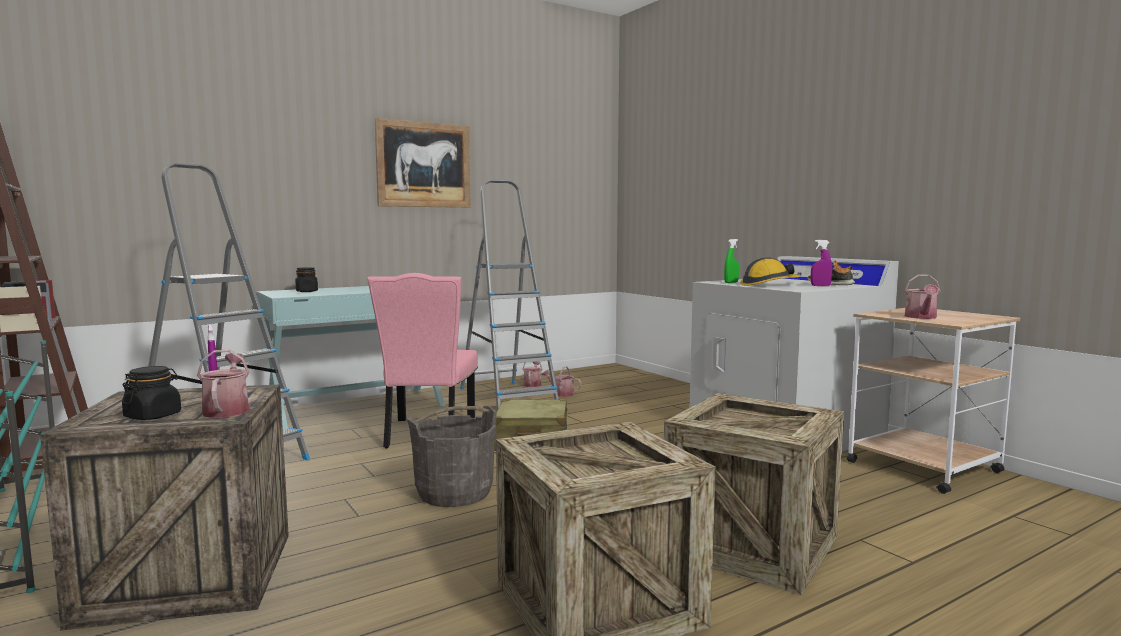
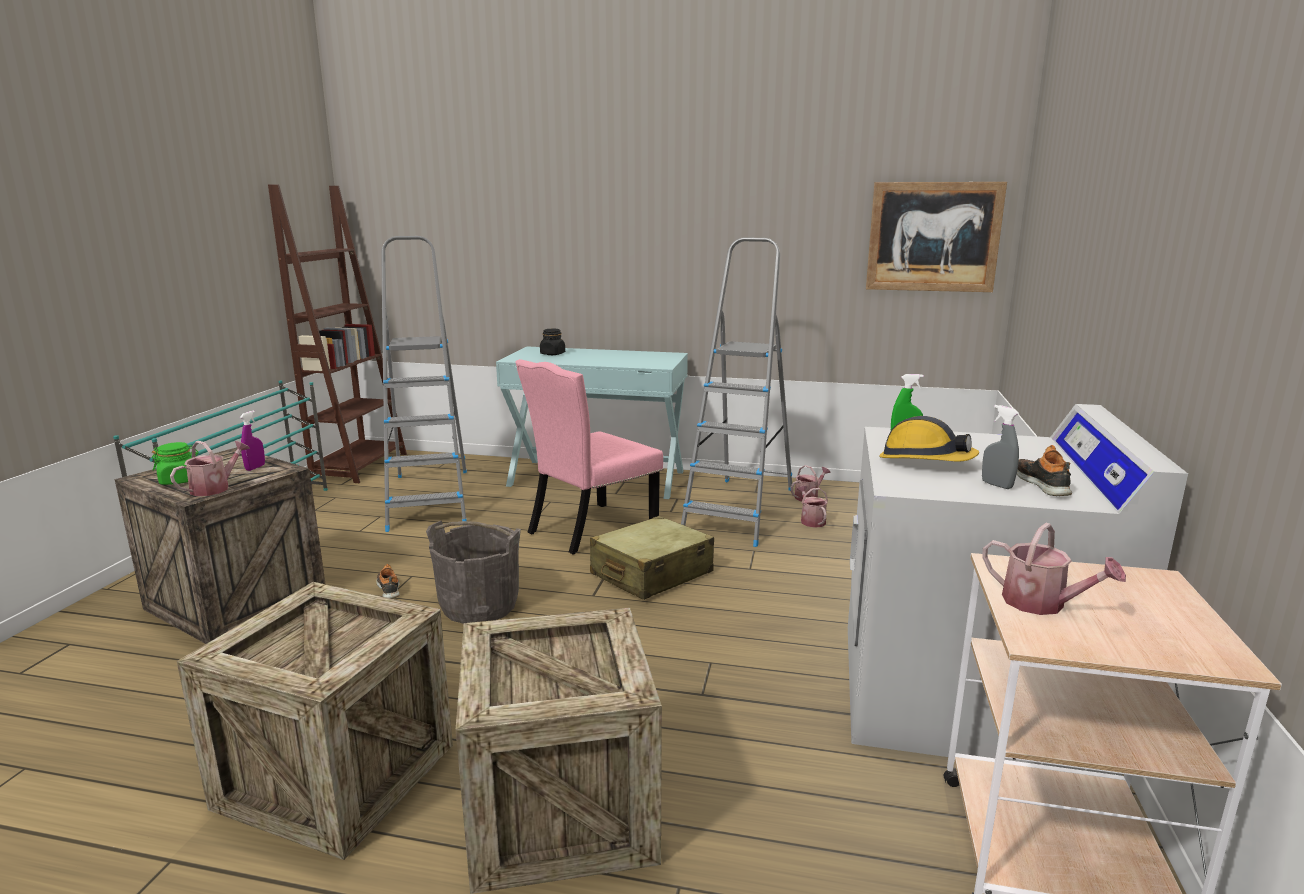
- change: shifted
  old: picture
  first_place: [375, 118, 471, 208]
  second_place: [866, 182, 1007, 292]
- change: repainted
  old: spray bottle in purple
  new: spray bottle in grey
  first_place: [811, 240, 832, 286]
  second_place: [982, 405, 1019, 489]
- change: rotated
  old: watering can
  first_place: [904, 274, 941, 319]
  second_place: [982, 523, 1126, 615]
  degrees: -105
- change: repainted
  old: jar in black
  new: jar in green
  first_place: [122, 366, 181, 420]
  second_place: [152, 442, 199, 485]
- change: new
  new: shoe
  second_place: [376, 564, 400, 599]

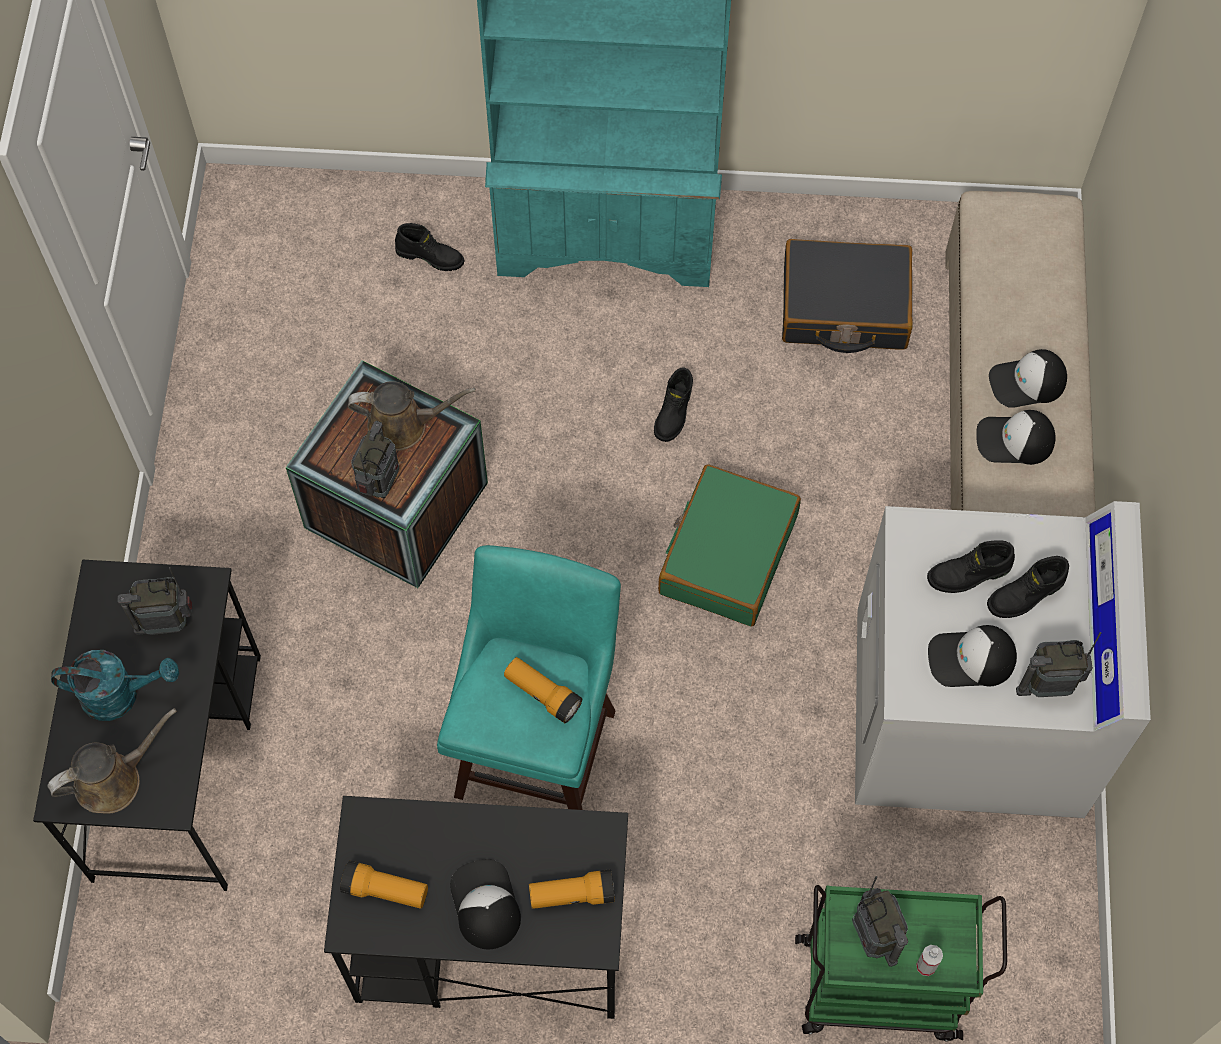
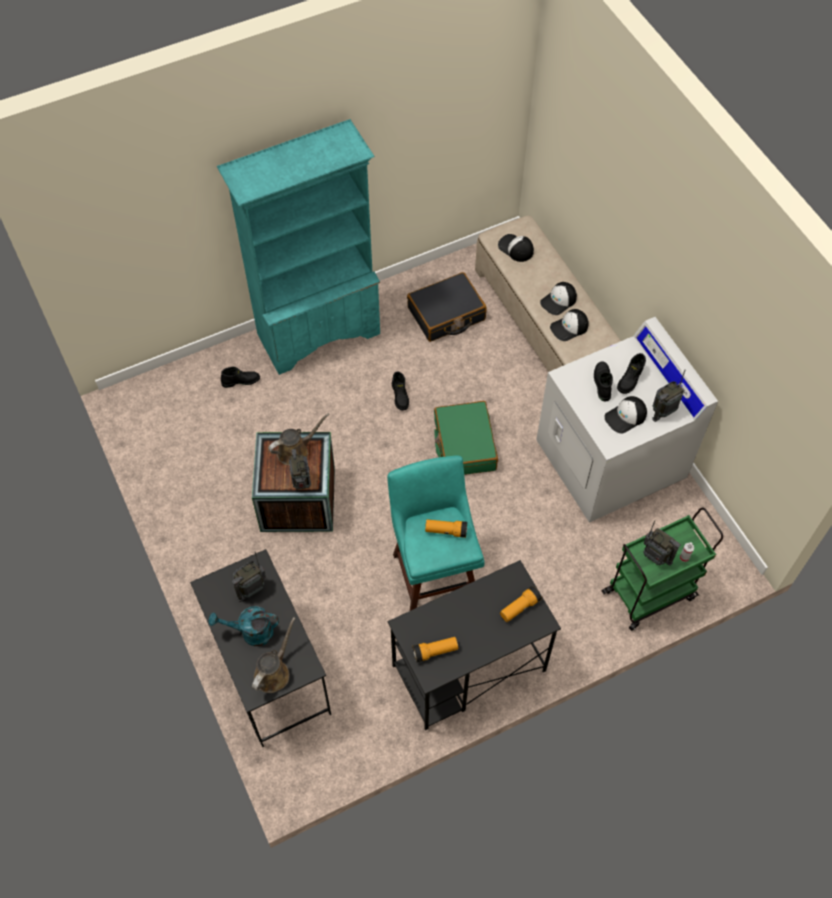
- change: rotated
  old: boot in black
  first_place: [927, 540, 1015, 593]
  second_place: [594, 361, 613, 401]
  degrees: 135
- change: rotated
  old: watering can in turquoise
  first_place: [51, 650, 179, 721]
  second_place: [208, 606, 279, 646]
  degrees: -150
- change: shifted
  old: cap
  first_place: [450, 859, 521, 949]
  second_place: [498, 234, 534, 262]

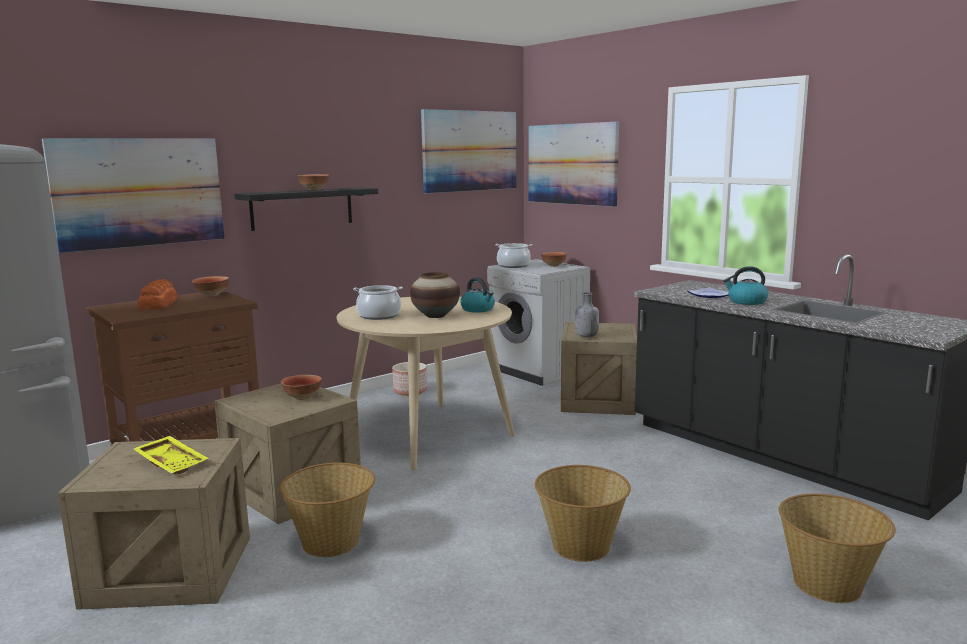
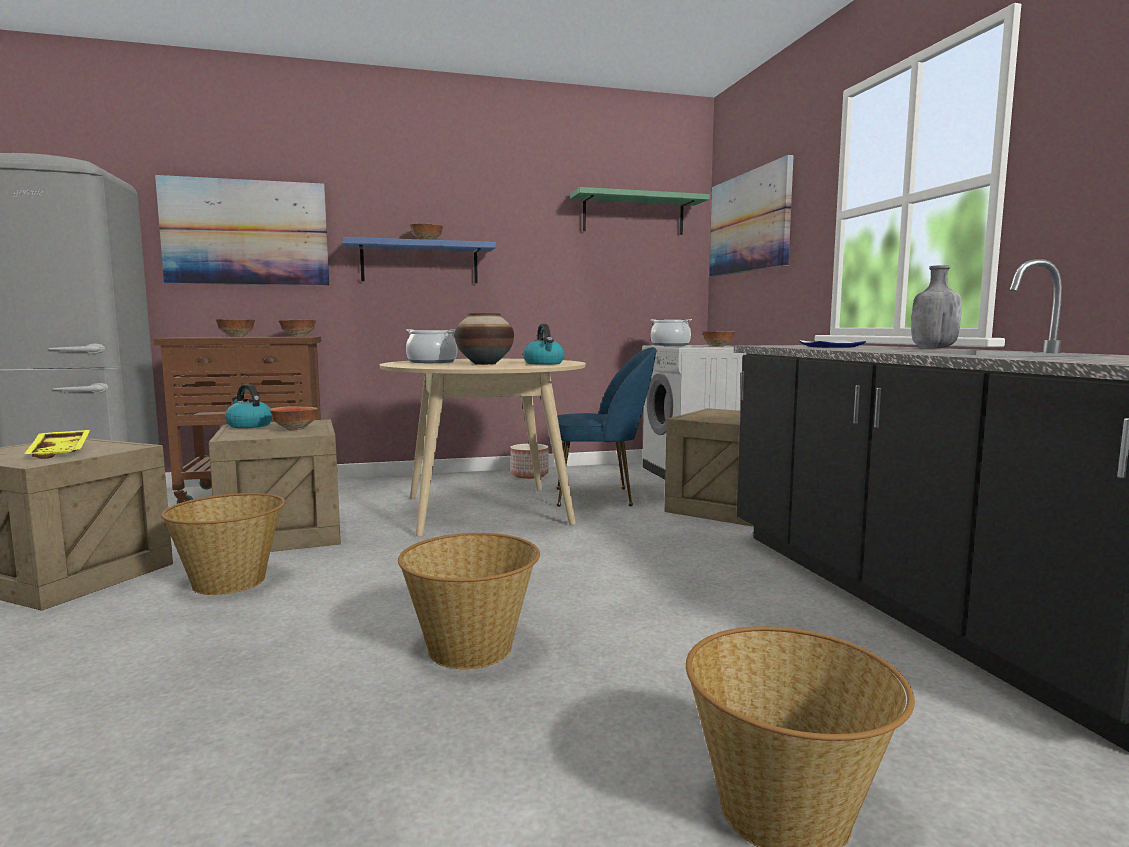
- change: swapped
  old: picture
  new: shelf in green
  first_place: [421, 109, 516, 193]
  second_place: [570, 187, 710, 235]
- change: repainted
  old: shelf in black
  new: shelf in blue
  first_place: [234, 187, 378, 231]
  second_place: [342, 237, 496, 283]
- change: shifted
  old: kettle
  first_place: [723, 266, 768, 305]
  second_place: [225, 384, 272, 428]
- change: swapped
  old: bread
  new: bowl
  first_place: [137, 279, 178, 310]
  second_place: [215, 319, 255, 337]
- change: shifted
  old: bottle in grey
  first_place: [575, 292, 599, 338]
  second_place: [911, 265, 962, 349]
- change: new
  new: chair in blue
  second_place: [557, 347, 656, 507]

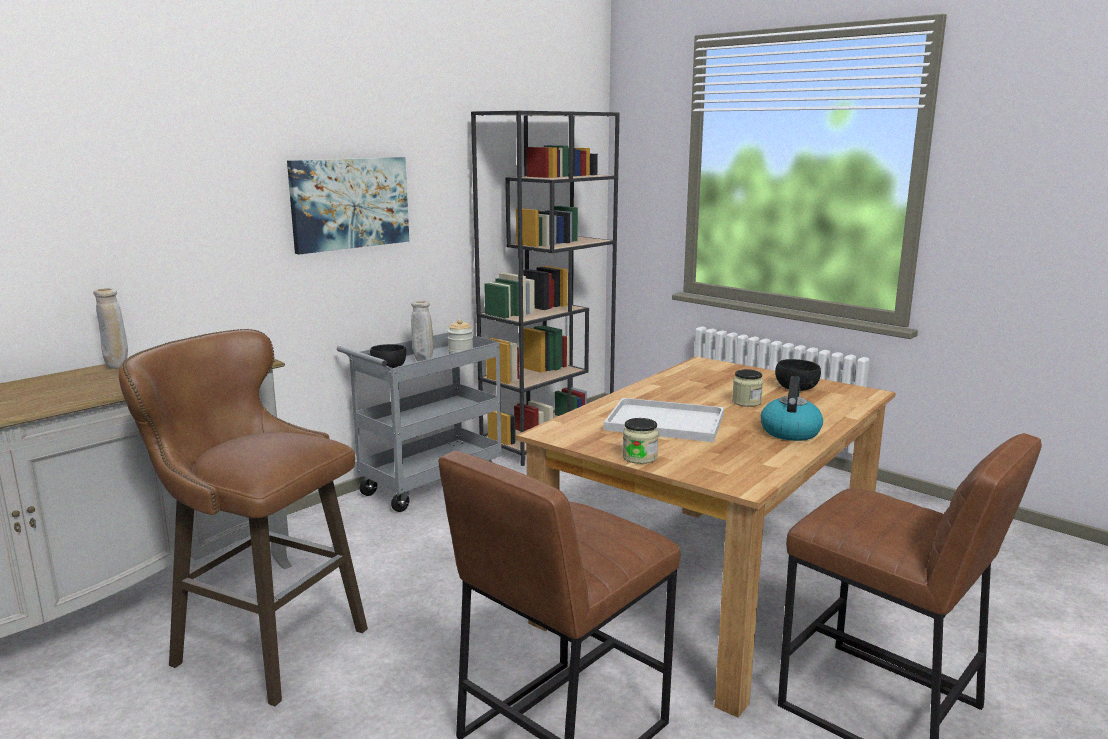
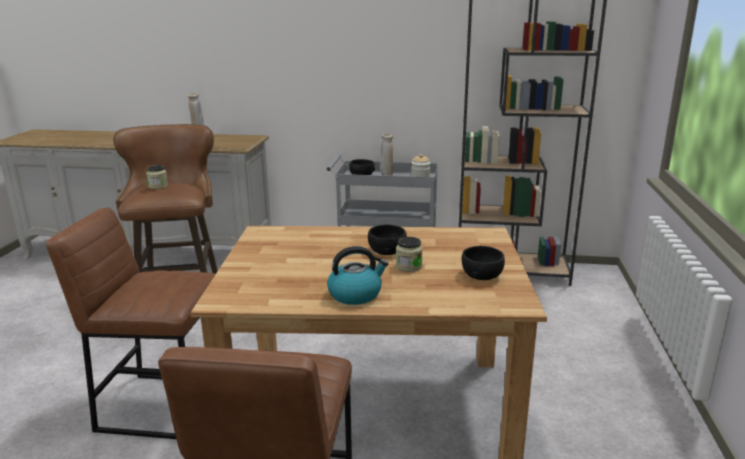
- change: gone
  old: picture
  first_place: [287, 157, 409, 254]
- change: gone
  old: tray in white
  first_place: [604, 398, 724, 442]
- change: shifted
  old: jar
  first_place: [622, 418, 658, 464]
  second_place: [146, 165, 168, 189]
- change: new
  new: bowl in black
  second_place: [368, 225, 407, 255]

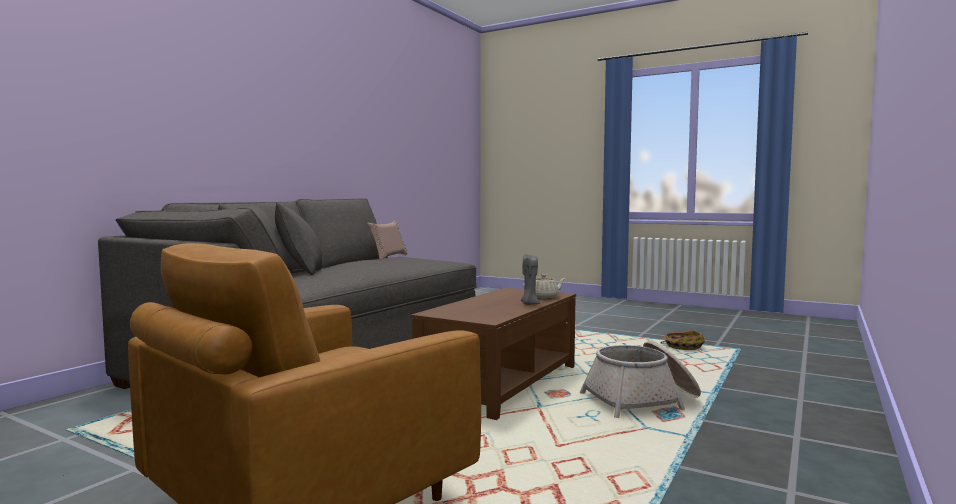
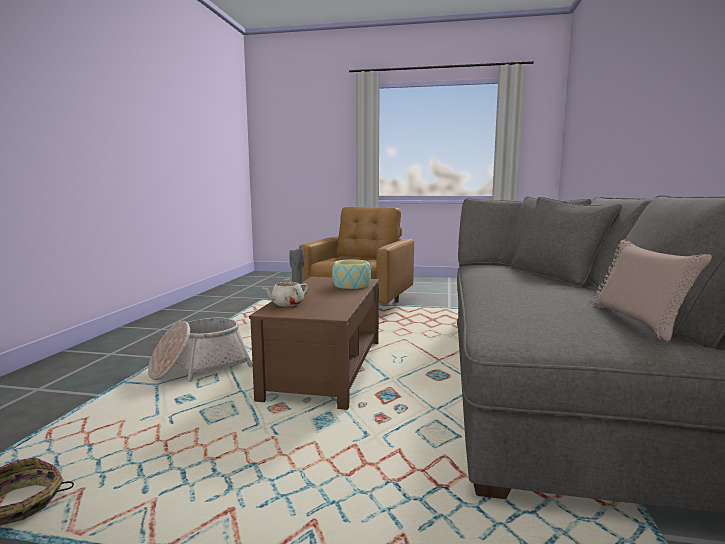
- change: new
  new: bowl
  second_place: [332, 259, 371, 289]

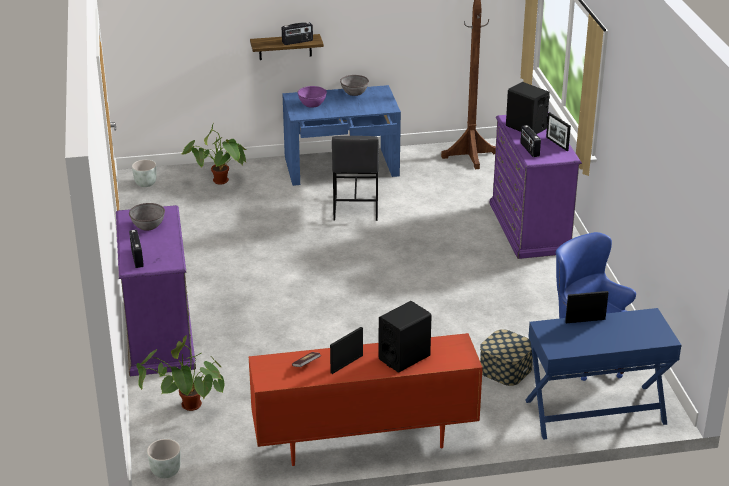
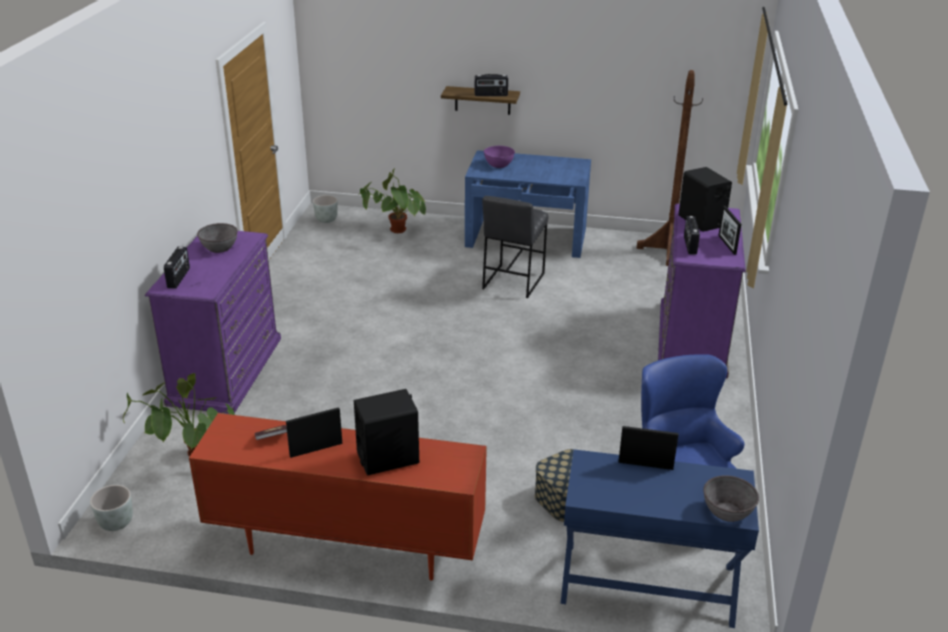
- change: shifted
  old: bowl in grey
  first_place: [340, 75, 369, 96]
  second_place: [703, 475, 759, 522]

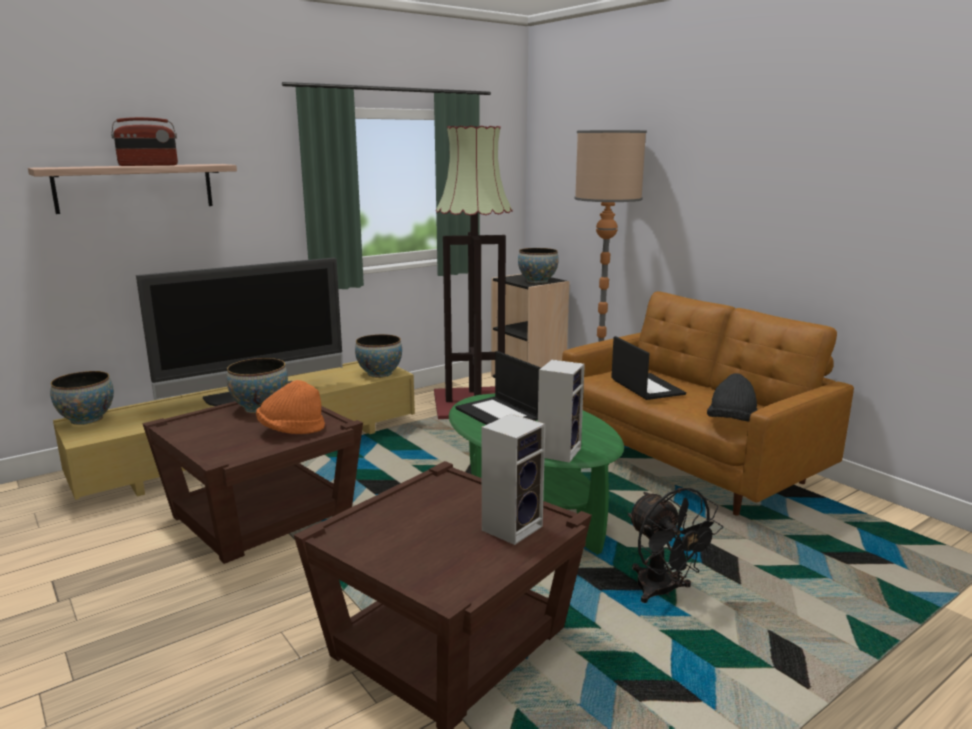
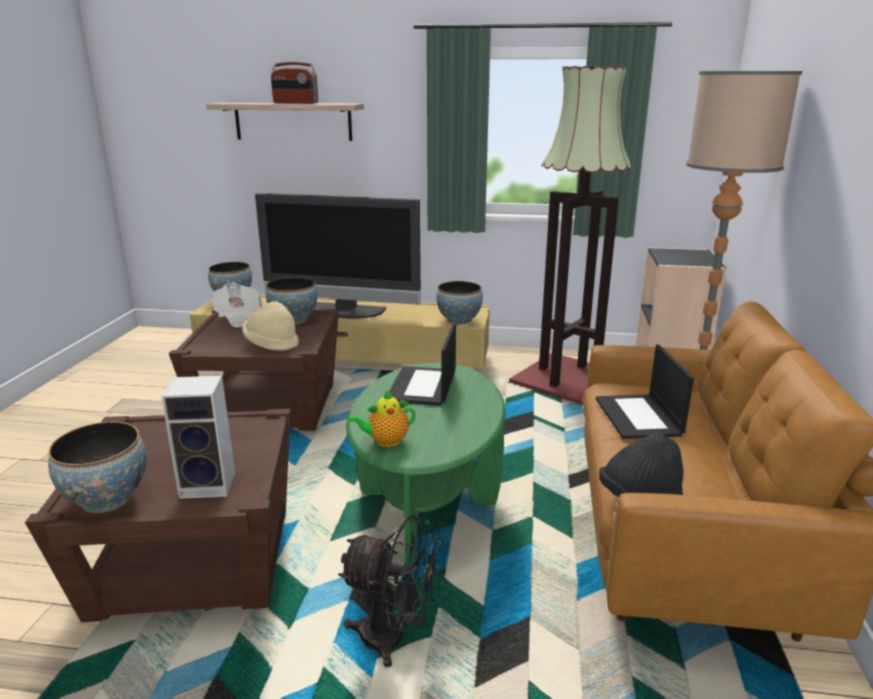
- change: shifted
  old: bowl
  first_place: [518, 248, 559, 283]
  second_place: [48, 421, 146, 513]
- change: rotated
  old: laptop
  first_place: [611, 336, 686, 400]
  second_place: [596, 344, 694, 439]
  degrees: 150
- change: swapped
  old: speaker
  new: teapot
  first_place: [538, 360, 585, 463]
  second_place: [346, 390, 416, 447]
- change: repainted
  old: hat in orange
  new: hat in beige
  first_place: [256, 380, 325, 434]
  second_place: [242, 302, 299, 351]
- change: rotated
  old: fan in black
  first_place: [627, 488, 723, 603]
  second_place: [338, 515, 443, 667]
  degrees: -90
- change: new
  new: newspaper
  second_place: [212, 283, 263, 327]

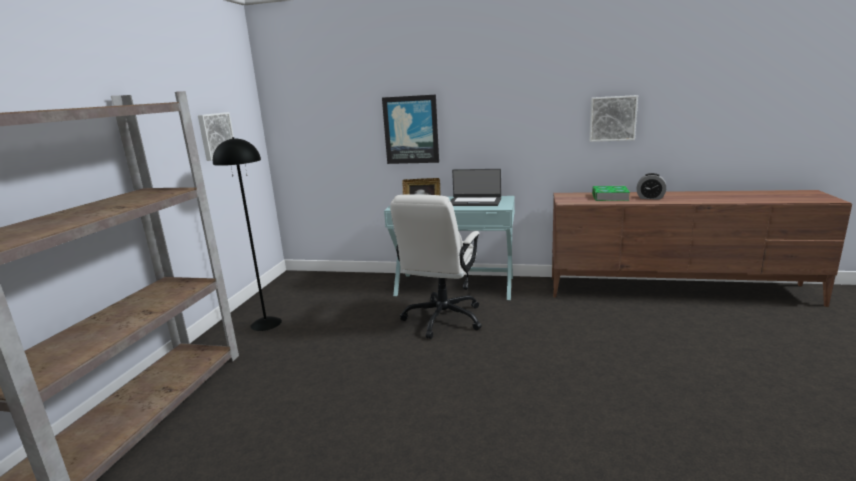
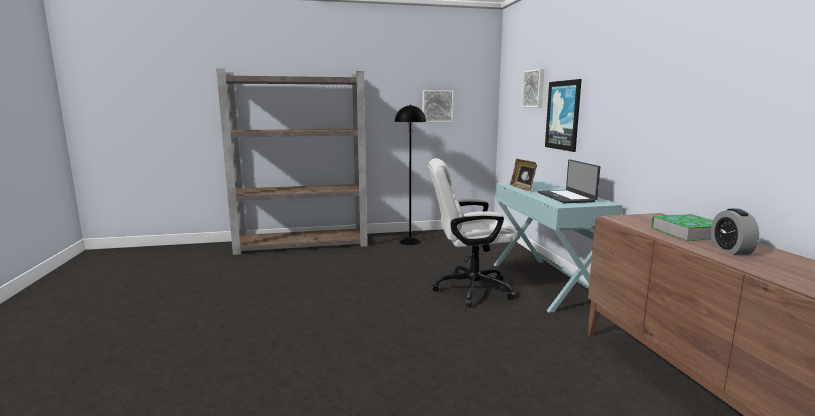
- change: shifted
  old: picture
  first_place: [589, 95, 638, 142]
  second_place: [521, 69, 544, 107]

